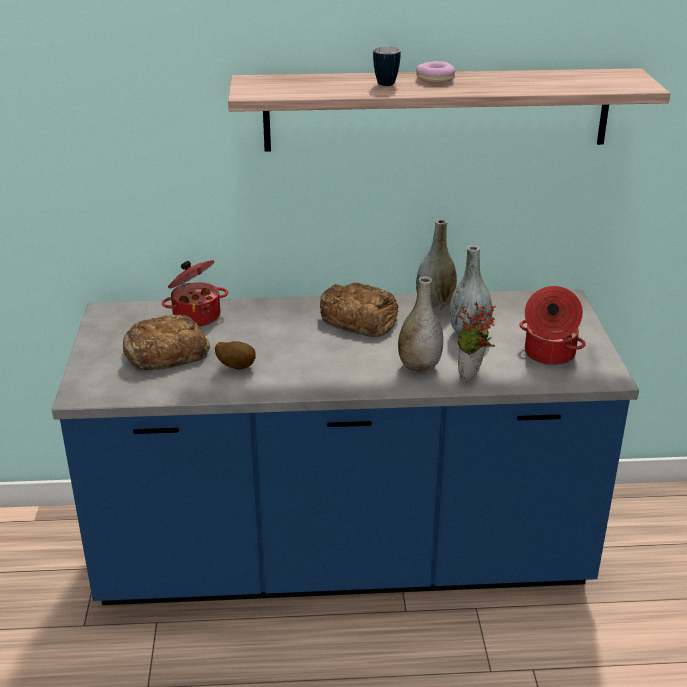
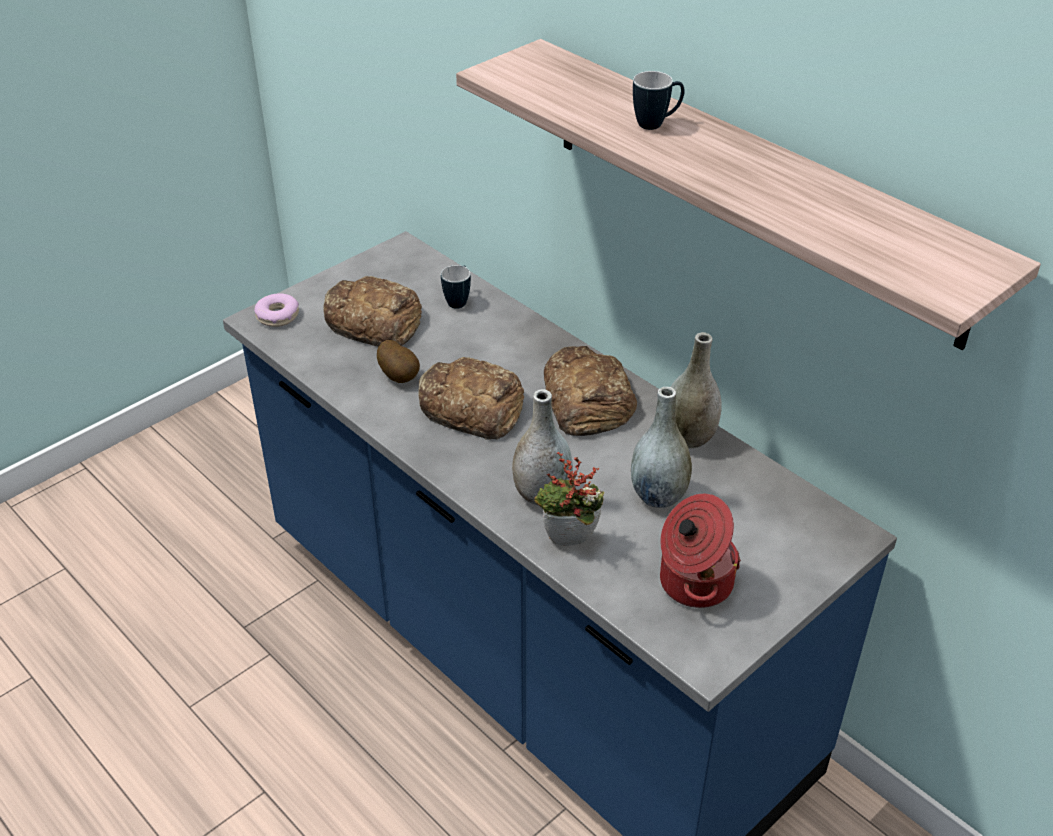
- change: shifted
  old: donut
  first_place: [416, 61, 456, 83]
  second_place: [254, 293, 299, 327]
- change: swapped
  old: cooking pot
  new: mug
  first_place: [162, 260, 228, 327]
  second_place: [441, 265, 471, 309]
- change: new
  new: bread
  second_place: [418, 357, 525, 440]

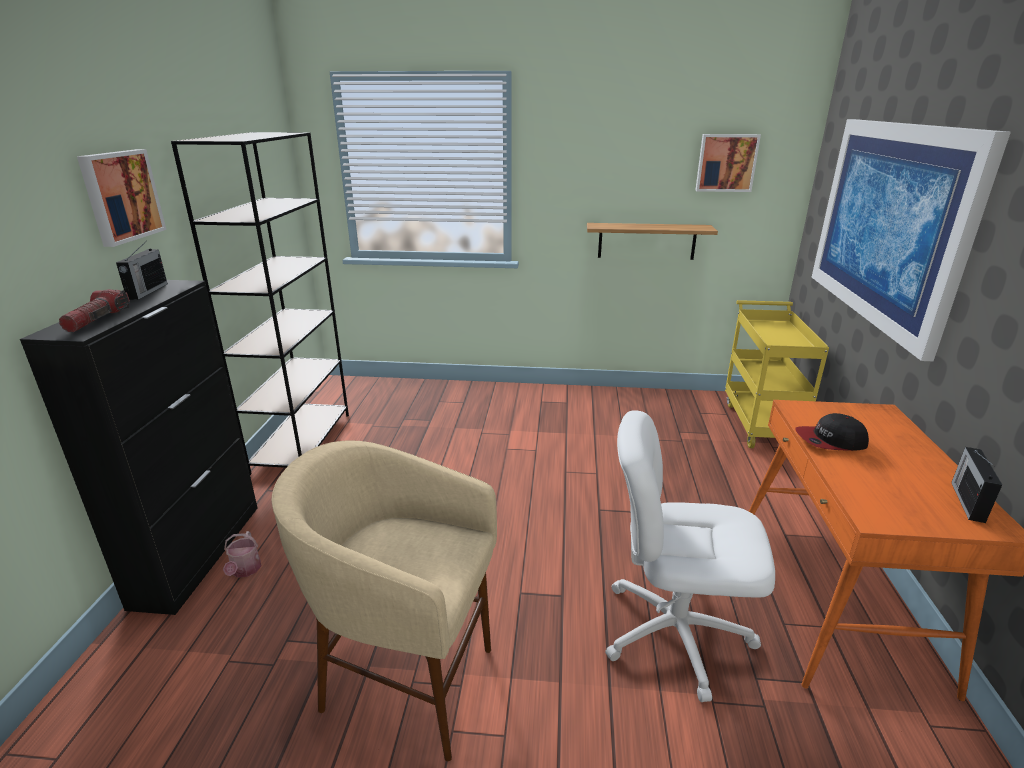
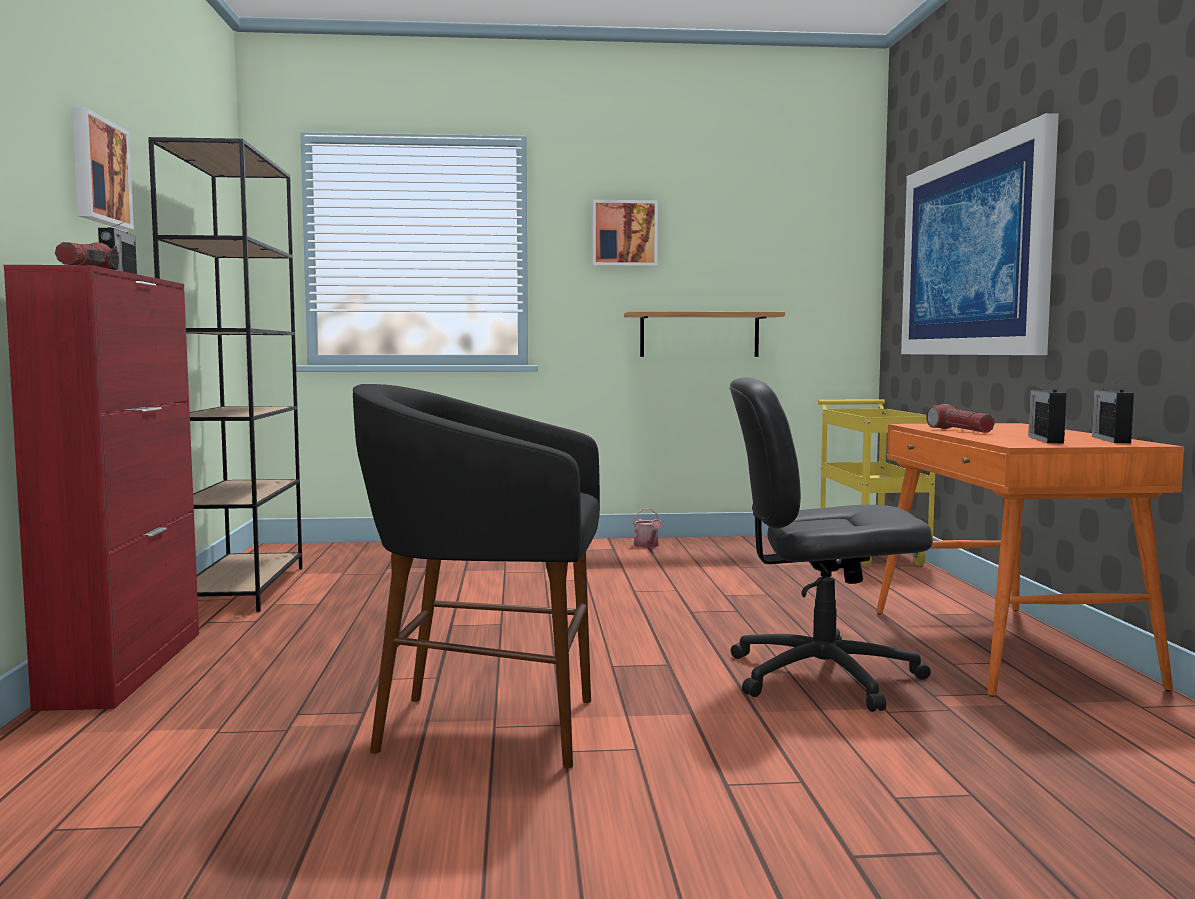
- change: shifted
  old: picture
  first_place: [695, 134, 761, 192]
  second_place: [592, 200, 658, 266]
- change: repainted
  old: cabinet in black
  new: cabinet in red
  first_place: [20, 280, 257, 615]
  second_place: [4, 265, 199, 711]
- change: repainted
  old: office chair in white
  new: office chair in black
  first_place: [605, 410, 775, 702]
  second_place: [729, 377, 933, 712]
- change: swapped
  old: cap
  new: flashlight
  first_place: [795, 413, 869, 451]
  second_place: [926, 404, 995, 433]
- change: repainted
  old: stool in beige
  new: stool in black
  first_place: [271, 441, 497, 761]
  second_place: [353, 384, 600, 768]
- change: shifted
  old: watering can
  first_place: [223, 531, 261, 578]
  second_place: [633, 508, 663, 548]
- change: new
  new: radio
  second_place: [1028, 378, 1066, 443]

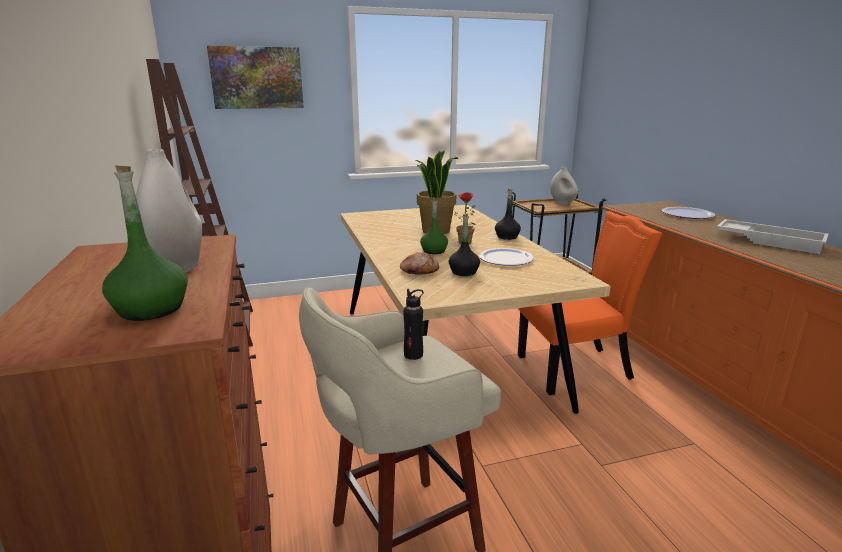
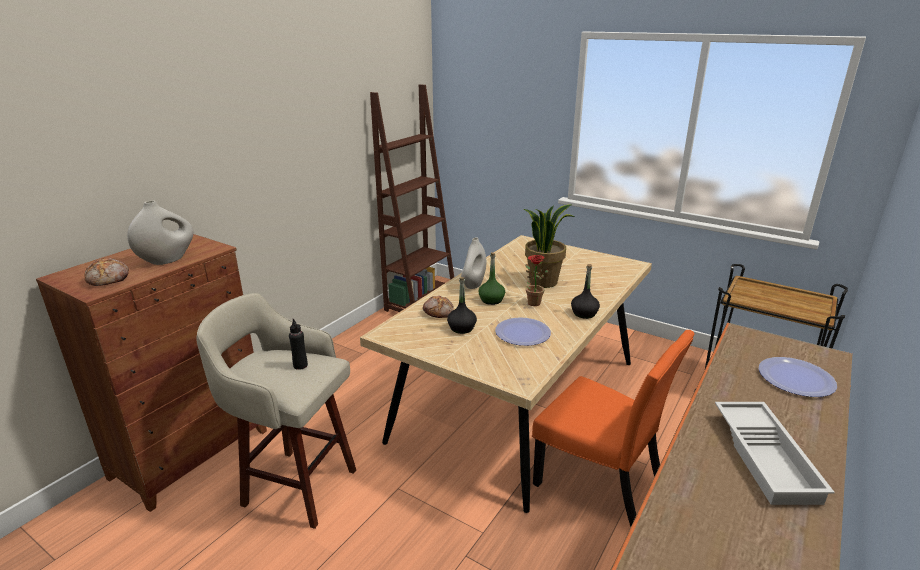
- change: gone
  old: picture
  first_place: [207, 46, 304, 109]
- change: swapped
  old: bottle in green
  new: bread
  first_place: [102, 166, 188, 321]
  second_place: [84, 258, 129, 286]
- change: shifted
  old: vase in white
  first_place: [550, 167, 578, 205]
  second_place: [461, 237, 486, 289]

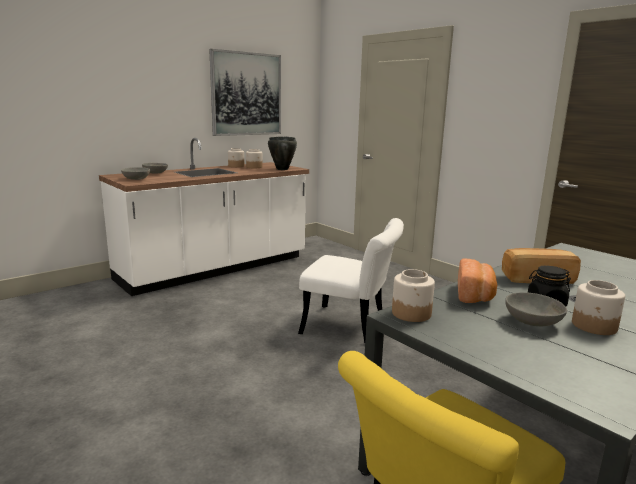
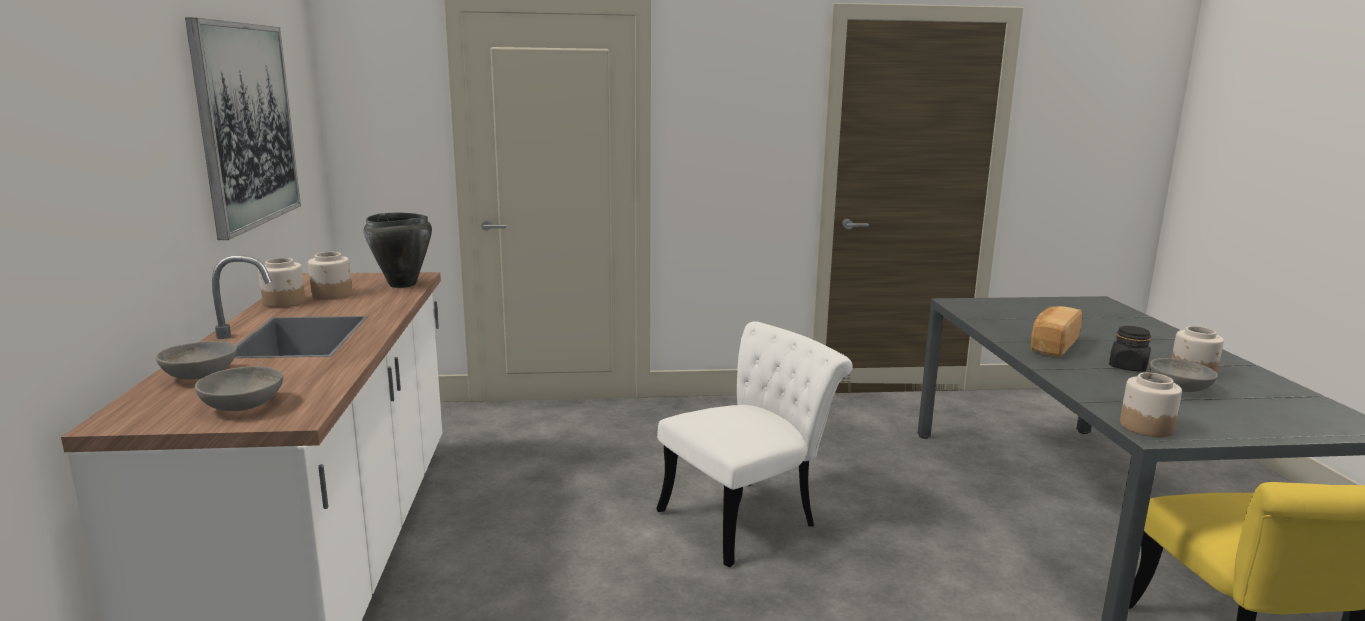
- change: gone
  old: bread
  first_place: [458, 258, 497, 303]

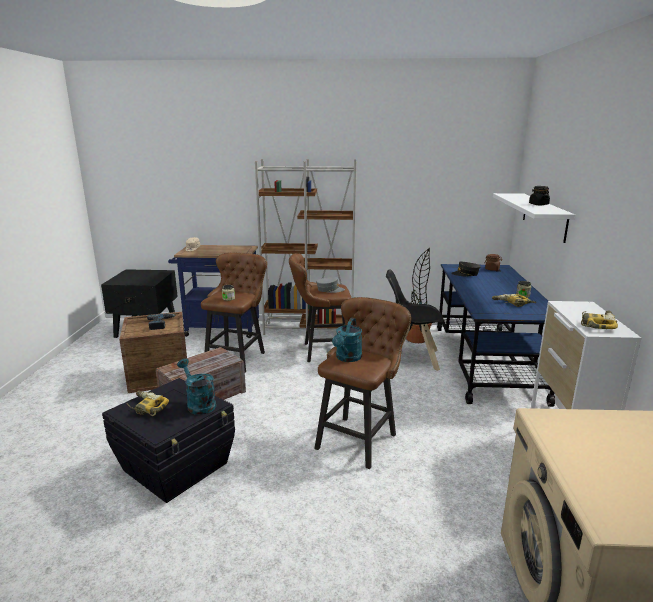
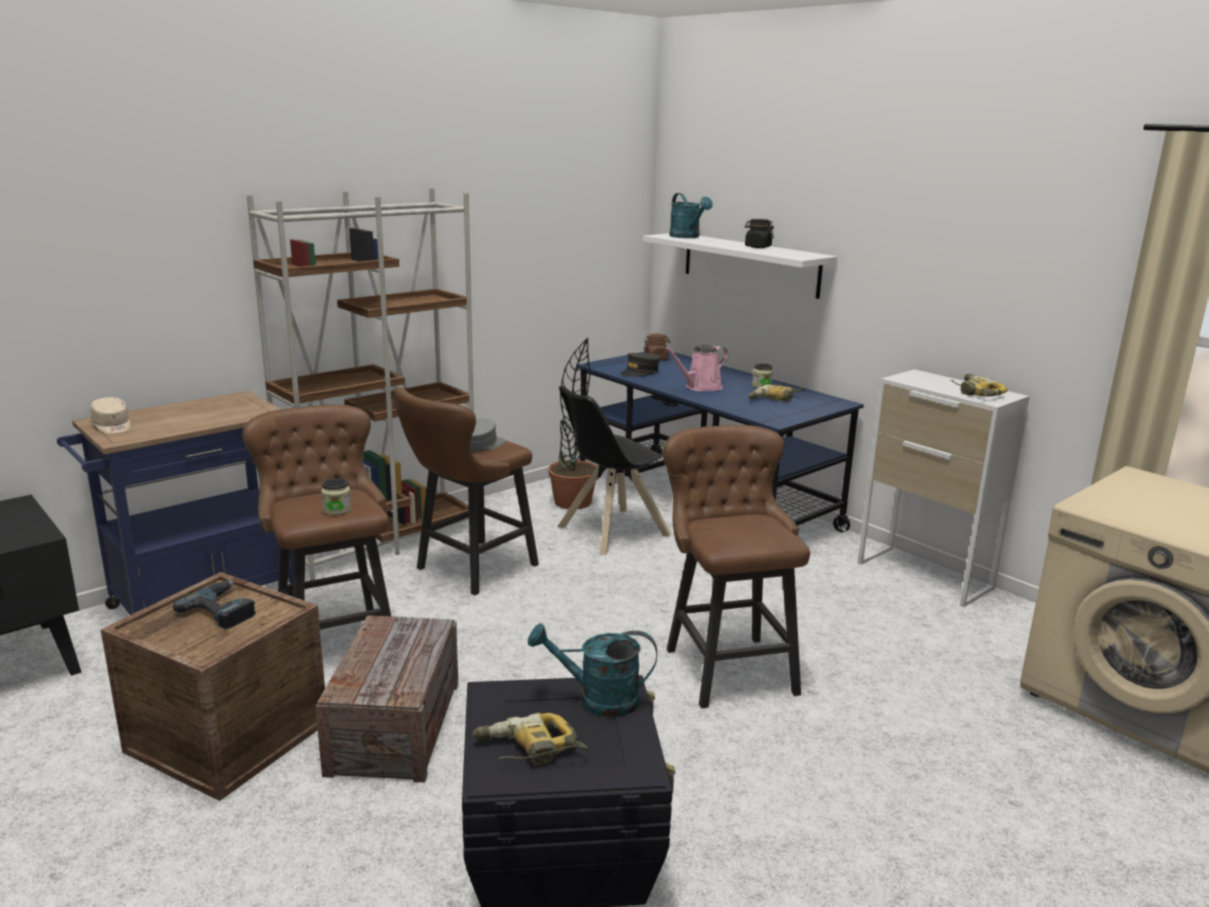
- change: shifted
  old: watering can in turquoise
  first_place: [332, 318, 362, 362]
  second_place: [669, 193, 713, 238]
- change: new
  new: watering can in pink
  second_place: [664, 345, 728, 391]

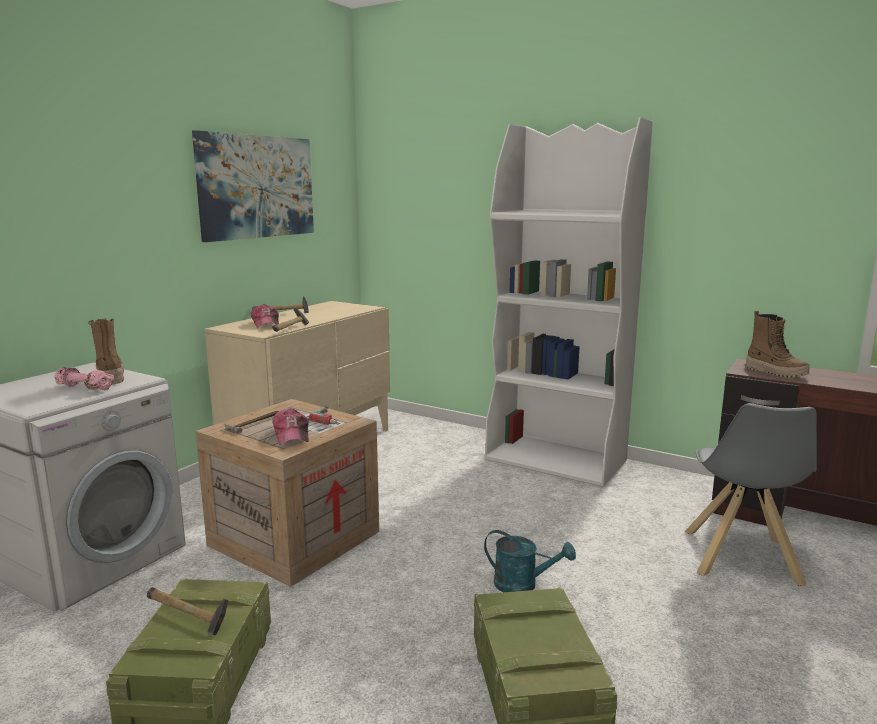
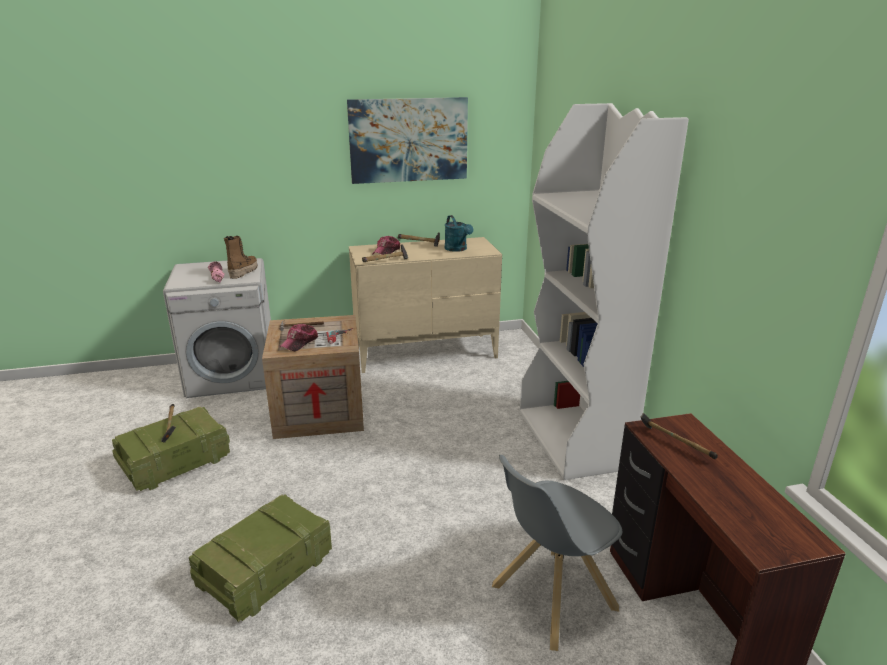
- change: swapped
  old: boot
  new: hammer
  first_place: [745, 311, 810, 378]
  second_place: [641, 413, 718, 459]
- change: shifted
  old: watering can in turquoise
  first_place: [484, 530, 576, 592]
  second_place: [445, 215, 473, 252]

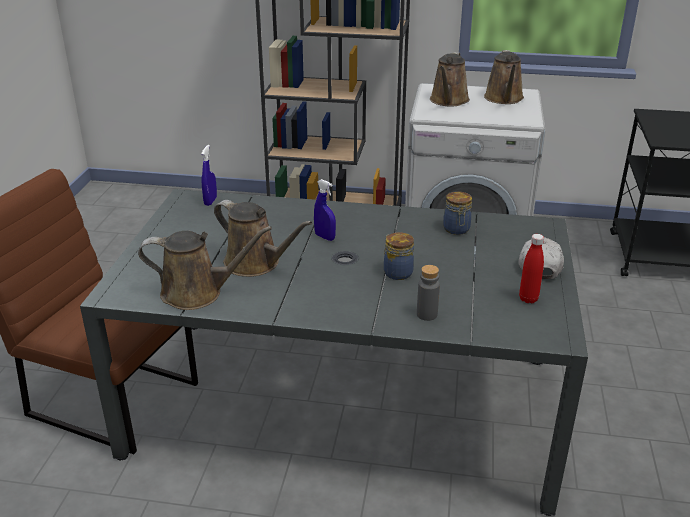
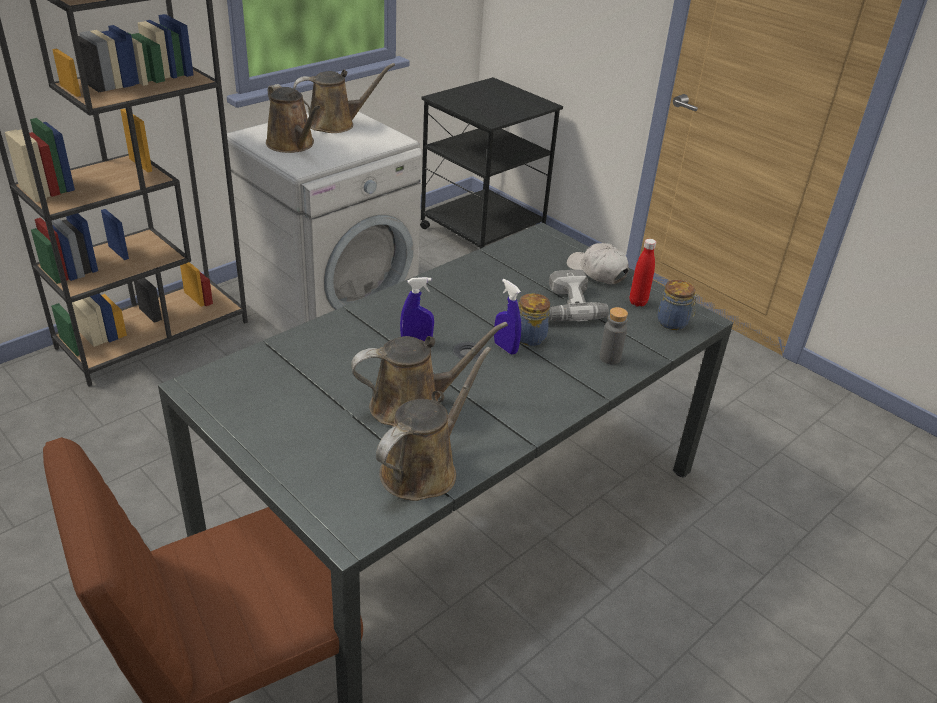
- change: rotated
  old: watering can in brown
  first_place: [484, 50, 524, 104]
  second_place: [293, 63, 395, 133]
  degrees: -60
- change: shifted
  old: spray bottle in blue
  first_place: [201, 145, 217, 206]
  second_place: [494, 279, 521, 355]
- change: shifted
  old: jar
  first_place: [443, 191, 472, 235]
  second_place: [657, 280, 698, 330]
- change: new
  new: power drill
  second_place: [548, 270, 609, 322]

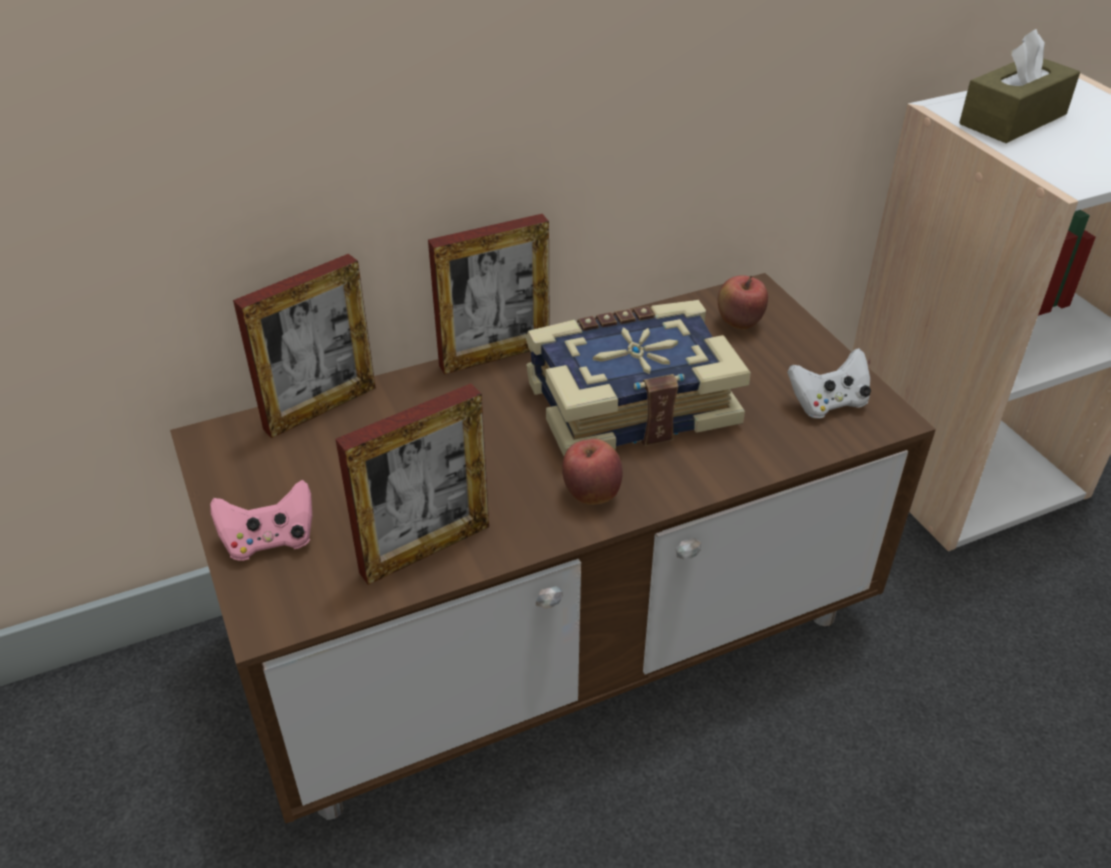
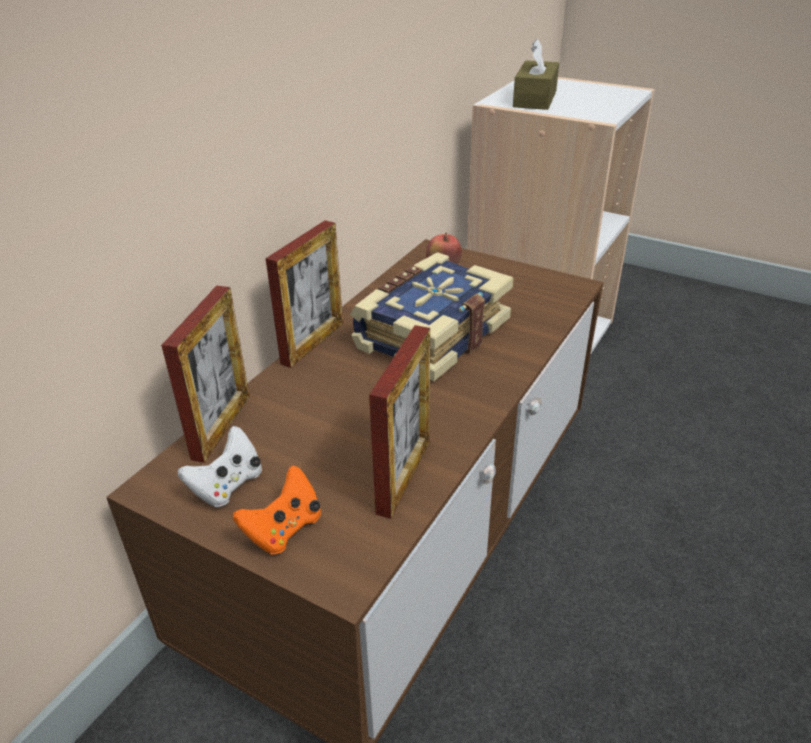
- change: shifted
  old: game controller in white
  first_place: [787, 348, 871, 419]
  second_place: [178, 426, 262, 507]
- change: gone
  old: apple
  first_place: [562, 439, 623, 505]
- change: repainted
  old: game controller in pink
  new: game controller in orange
  first_place: [210, 480, 312, 561]
  second_place: [233, 466, 321, 555]

